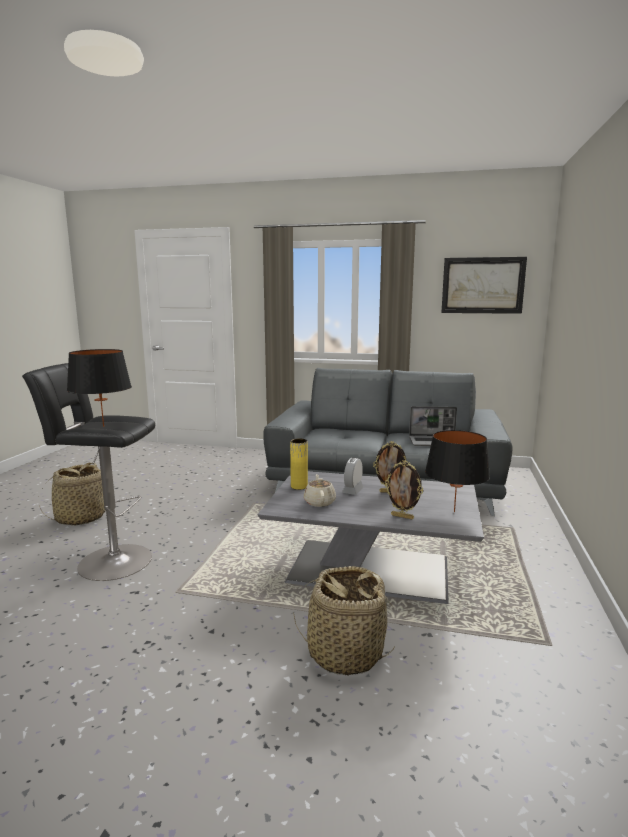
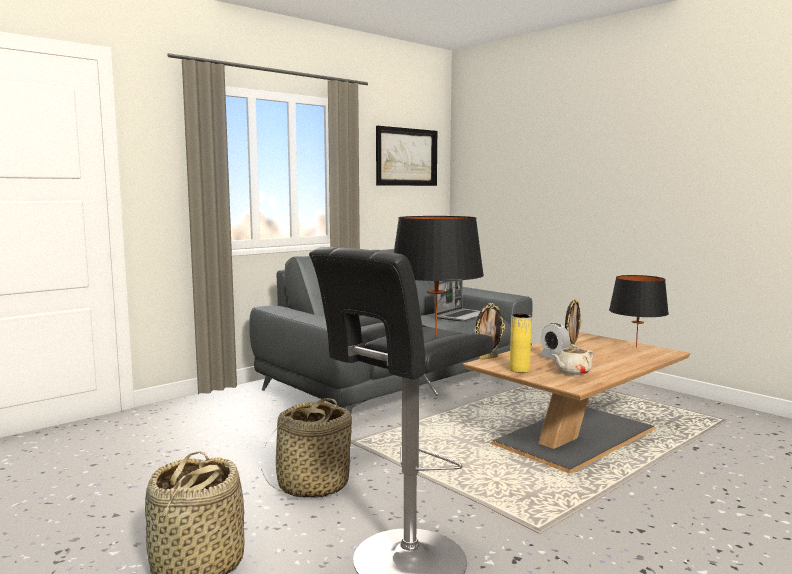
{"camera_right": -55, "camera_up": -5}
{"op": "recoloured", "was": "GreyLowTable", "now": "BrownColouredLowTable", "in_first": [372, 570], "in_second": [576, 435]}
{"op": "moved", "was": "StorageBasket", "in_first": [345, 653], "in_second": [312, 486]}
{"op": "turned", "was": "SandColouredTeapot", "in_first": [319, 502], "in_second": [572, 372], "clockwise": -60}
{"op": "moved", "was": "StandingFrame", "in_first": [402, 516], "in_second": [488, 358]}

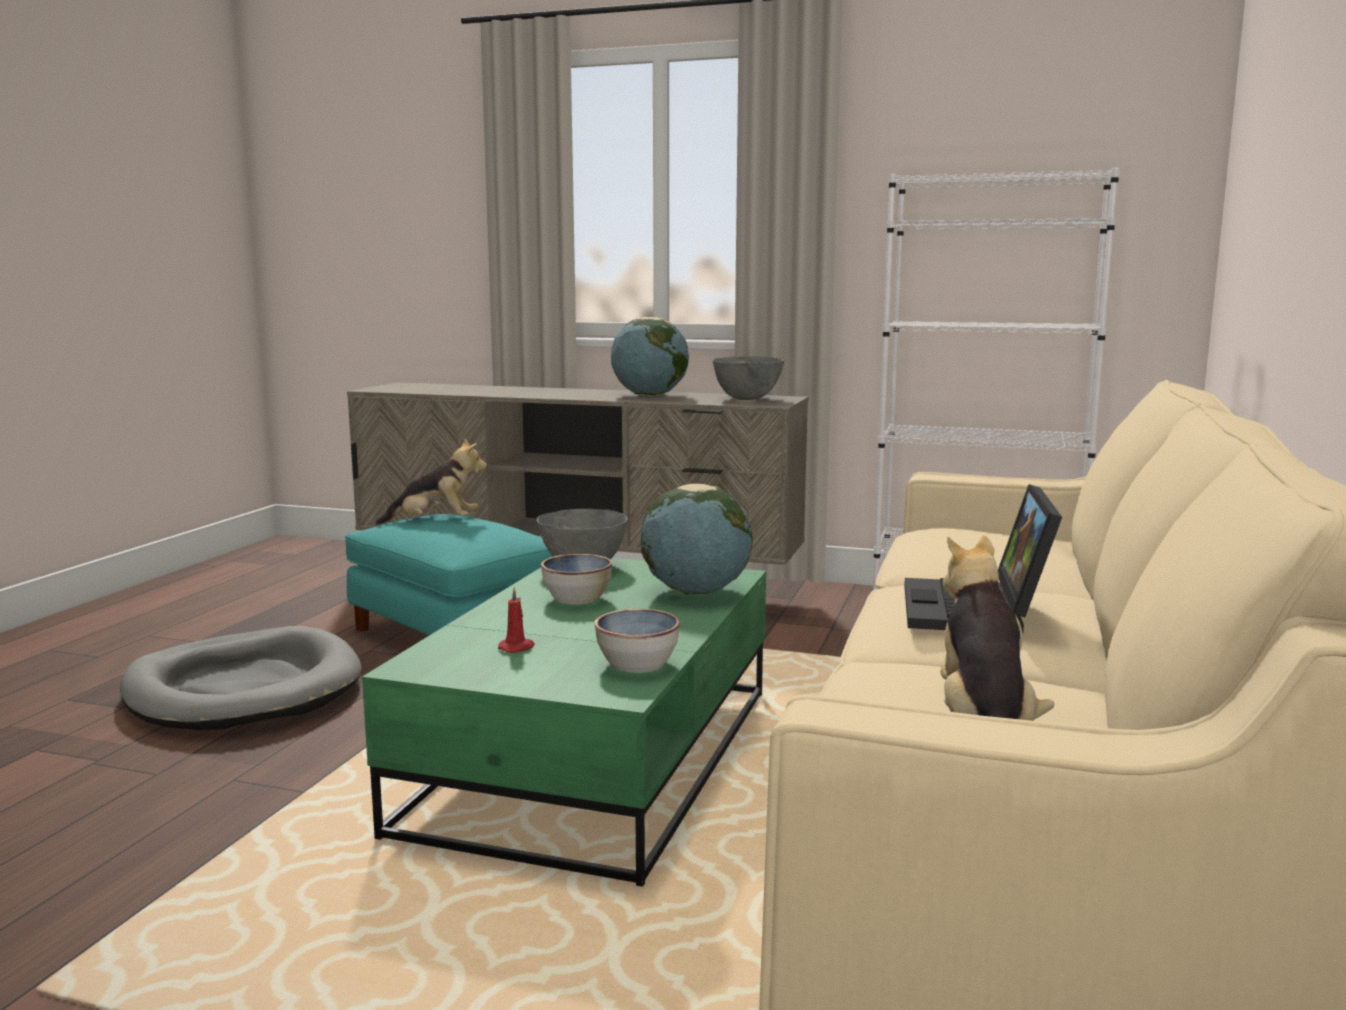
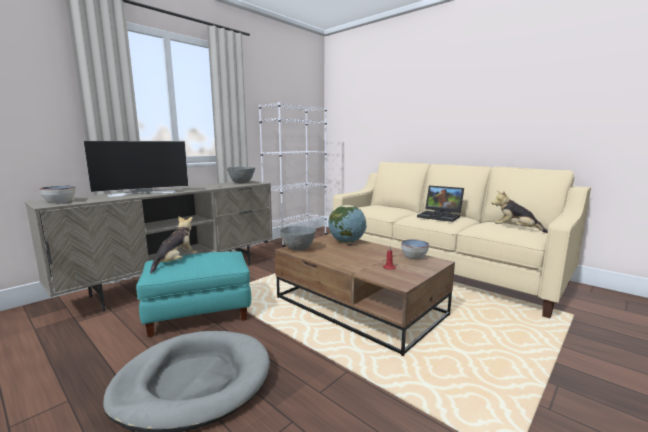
{"camera_right": -65, "camera_up": 0}
{"op": "recoloured", "was": "GreenLowTable", "now": "BrownColouredLowTable", "in_first": [596, 760], "in_second": [360, 306]}
{"op": "moved", "was": "Bowl", "in_first": [577, 598], "in_second": [59, 202]}
{"op": "removed", "was": "DeskGlobe", "in_first": [649, 395]}
{"op": "added", "now": "TvSet", "in_second": [143, 193]}

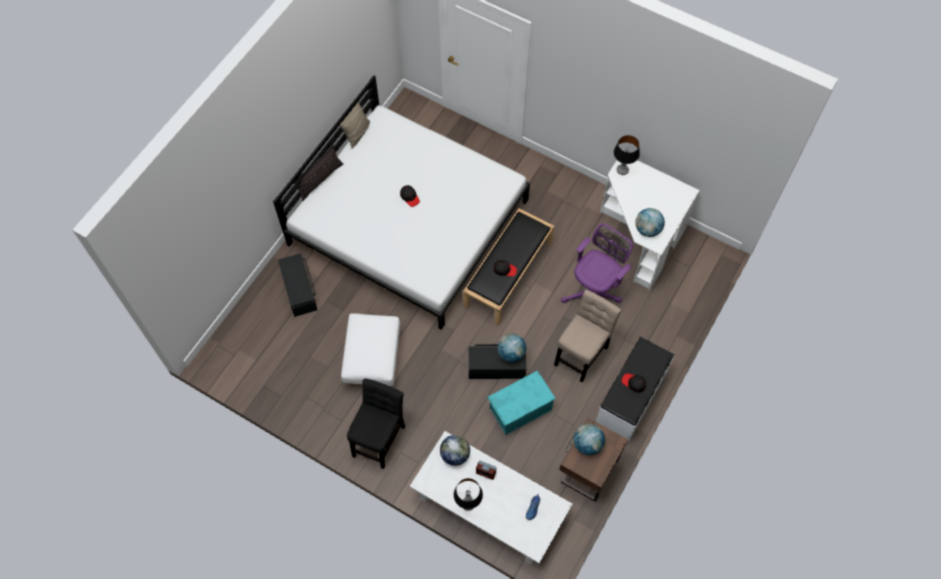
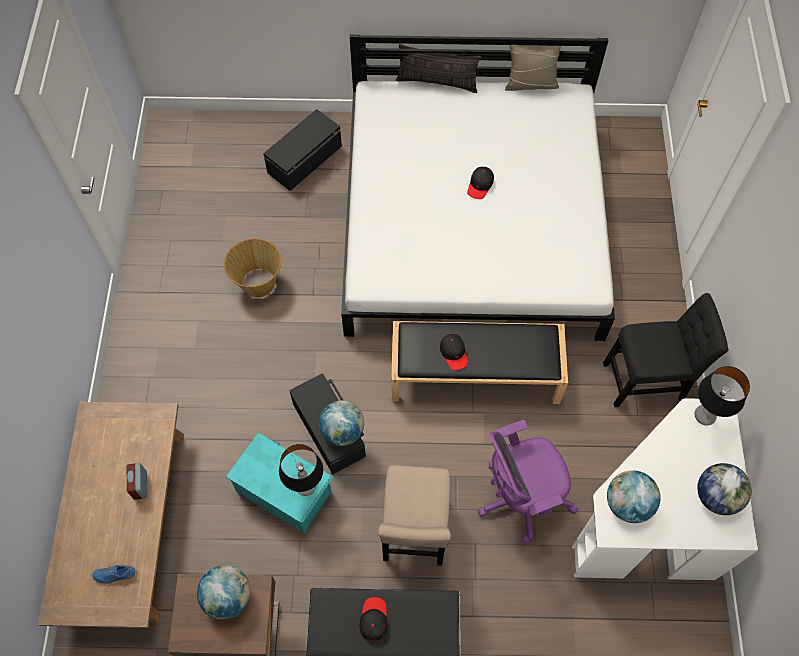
{"camera_right": 60, "camera_up": 0}
{"op": "replaced", "was": "WhiteColouredPouffe", "now": "StorageBasket", "in_first": [373, 359], "in_second": [258, 282]}
{"op": "moved", "was": "BlackColouredUprightChair", "in_first": [379, 438], "in_second": [647, 380]}
{"op": "recoloured", "was": "WhiteColouredLowTable", "now": "BrownColouredLowTable", "in_first": [491, 504], "in_second": [128, 524]}
{"op": "moved", "was": "DeskGlobe", "in_first": [455, 454], "in_second": [716, 496]}
{"op": "moved", "was": "TableLamp", "in_first": [468, 504], "in_second": [306, 486]}
{"op": "turned", "was": "SandColouredUprightChair", "in_first": [582, 353], "in_second": [414, 531], "clockwise": 90}
{"op": "turned", "was": "PurpleOfficeChair", "in_first": [594, 292], "in_second": [519, 499], "clockwise": 150}

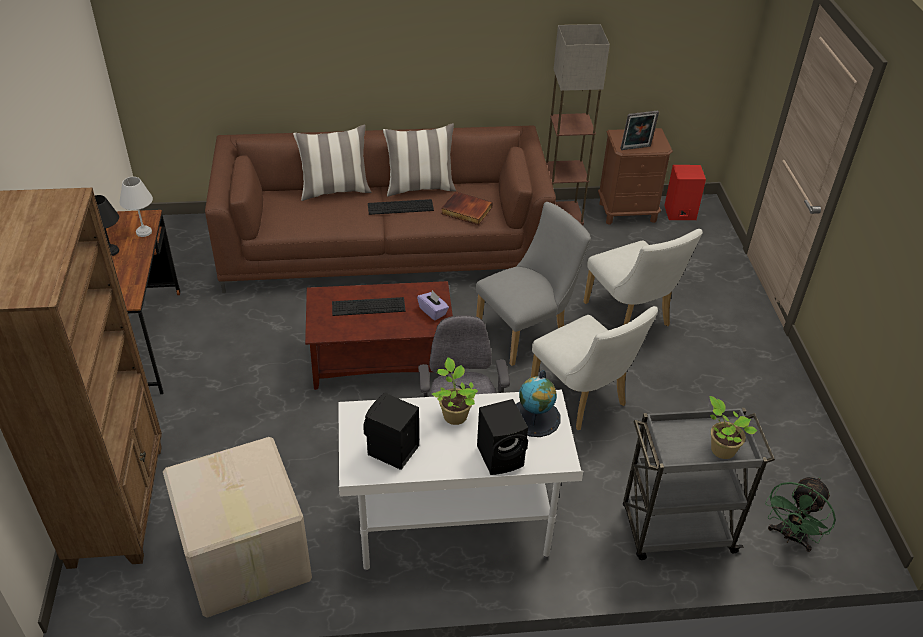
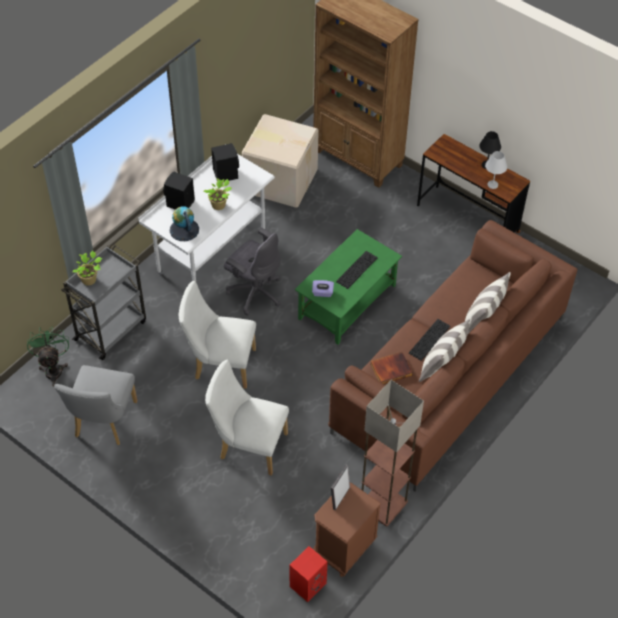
{"camera_right": 135, "camera_up": 10}
{"op": "recoloured", "was": "BrownColouredLowTable", "now": "GreenLowTable", "in_first": [382, 360], "in_second": [347, 303]}
{"op": "moved", "was": "GreyUprightChair", "in_first": [527, 332], "in_second": [103, 423]}

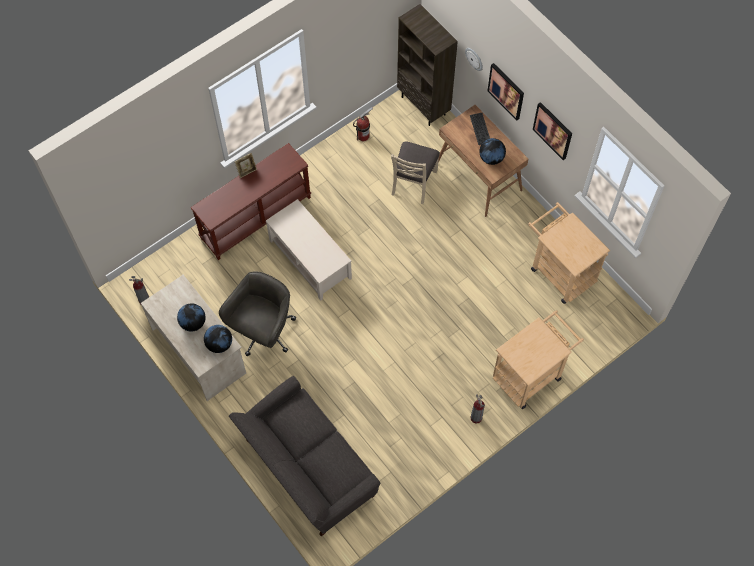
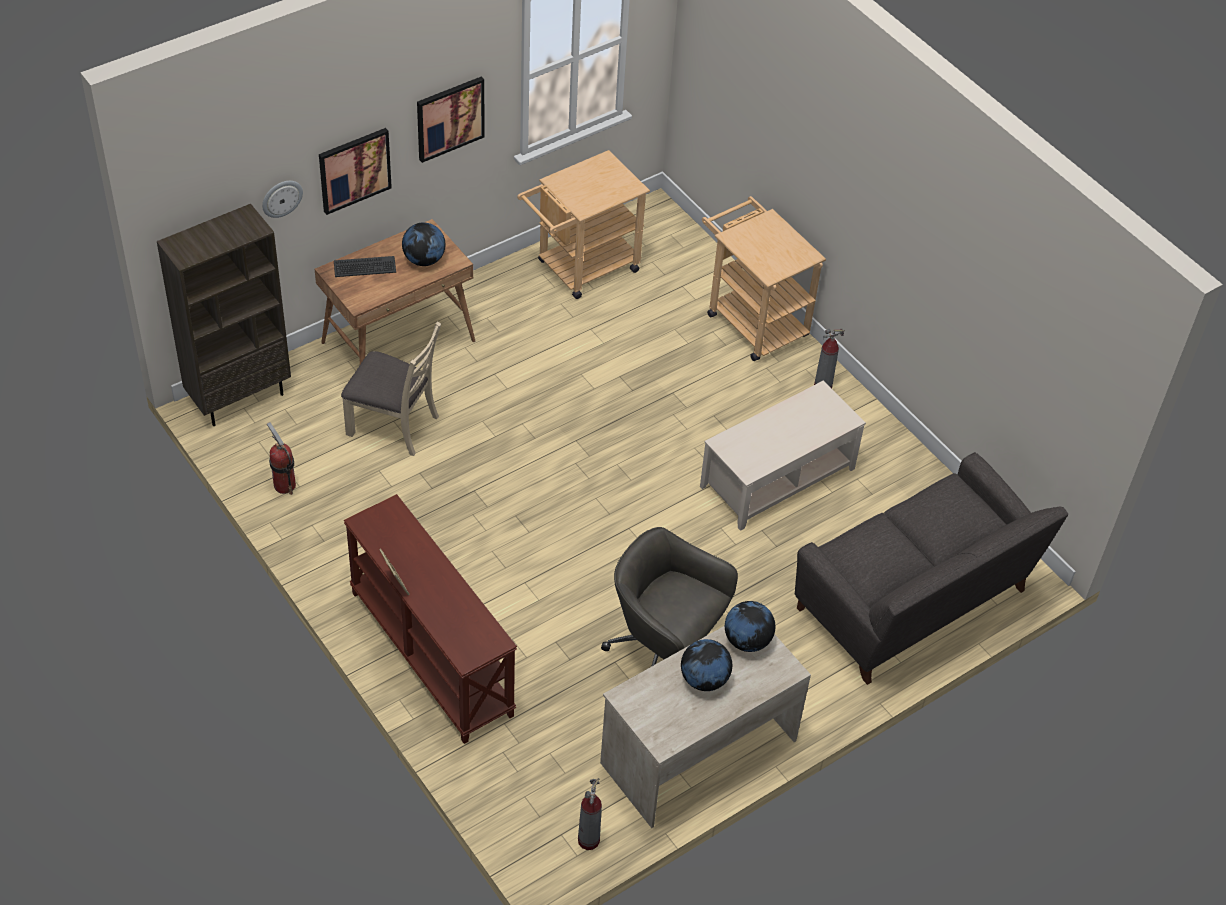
{"camera_right": -90, "camera_up": -15}
{"op": "moved", "was": "SandColouredLowTable", "in_first": [310, 259], "in_second": [777, 478]}

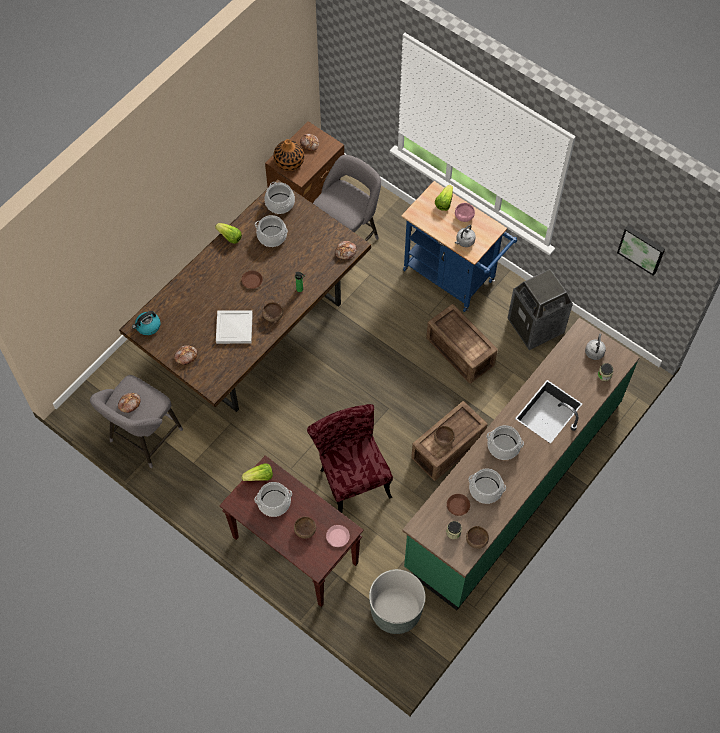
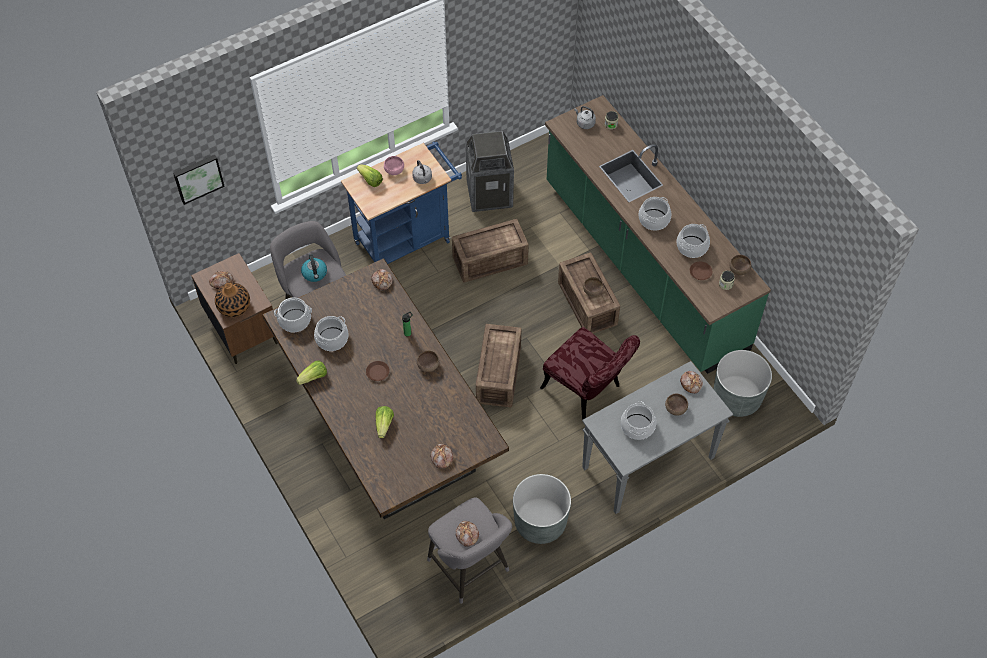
{"camera_right": -70, "camera_up": -5}
{"op": "moved", "was": "Kettle", "in_first": [148, 326], "in_second": [315, 273]}
{"op": "removed", "was": "WhiteColouredServingTray", "in_first": [233, 328]}
{"op": "recoloured", "was": "BrownColouredConsoleTable", "now": "GreyConsoleTable", "in_first": [294, 550], "in_second": [647, 464]}
{"op": "moved", "was": "LettuceHead", "in_first": [259, 477], "in_second": [384, 425]}
{"op": "turned", "was": "RedUprightChair", "in_first": [351, 476], "in_second": [587, 391], "clockwise": -135}
{"op": "replaced", "was": "PinkColouredFlatDish", "now": "Bread", "in_first": [338, 536], "in_second": [691, 383]}
{"op": "moved", "was": "WallPicture", "in_first": [642, 249], "in_second": [198, 177]}
{"op": "added", "now": "ShippingCrate", "in_second": [497, 375]}
{"op": "added", "now": "GreyPlantPot", "in_second": [540, 522]}

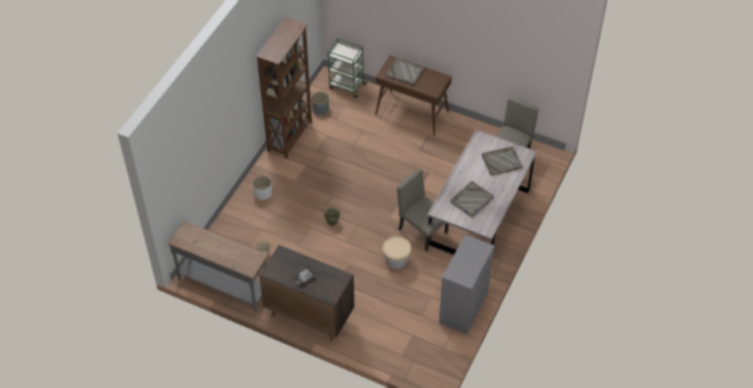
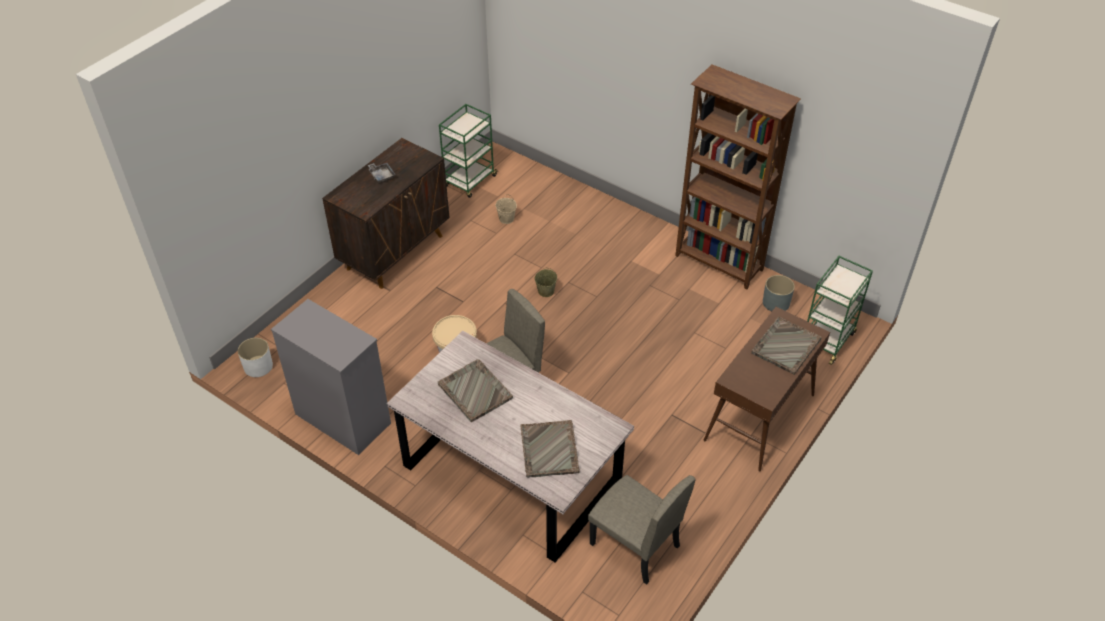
{"camera_right": 100, "camera_up": -5}
{"op": "replaced", "was": "GreyConsoleTable", "now": "GreenWheeledCart", "in_first": [224, 285], "in_second": [470, 181]}
{"op": "moved", "was": "WhiteColouredPlantPot", "in_first": [263, 193], "in_second": [258, 366]}

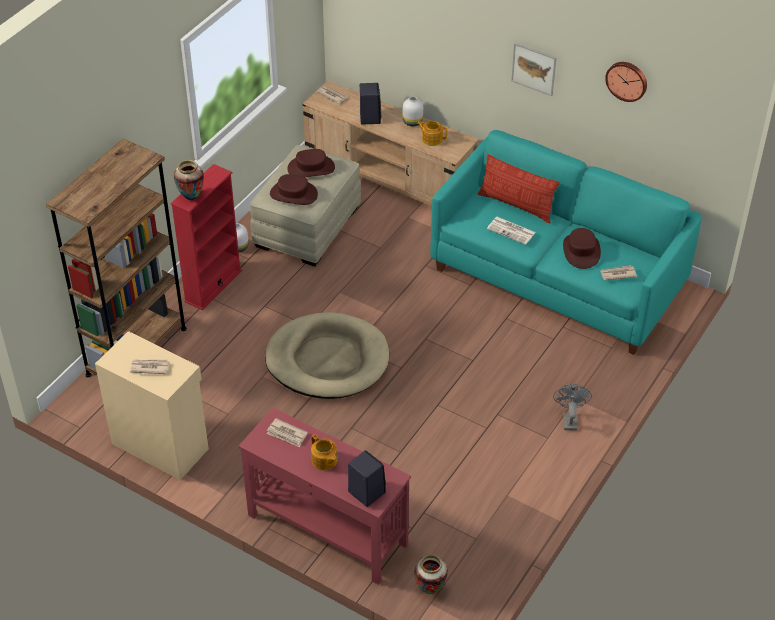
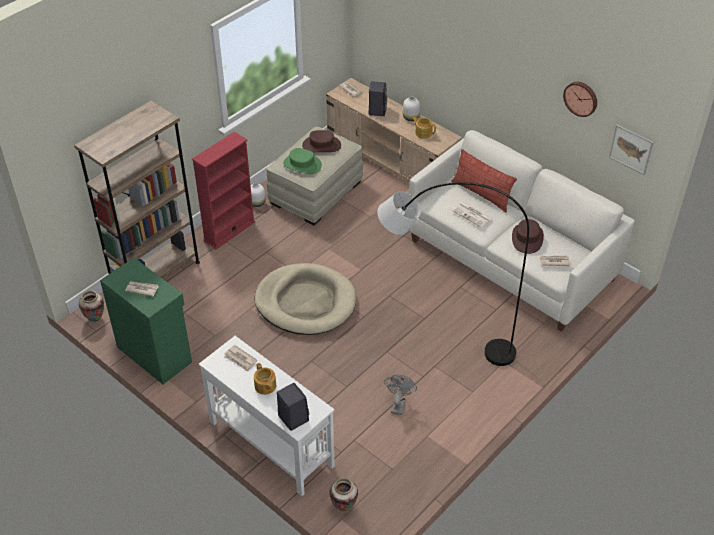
{"camera_right": 10, "camera_up": 0}
{"op": "recoloured", "was": "SandColouredCupboard", "now": "GreenCupboard", "in_first": [160, 445], "in_second": [155, 353]}
{"op": "moved", "was": "FlowerVase", "in_first": [191, 197], "in_second": [95, 318]}
{"op": "recoloured", "was": "RedConsoleTable", "now": "WhiteColouredConsoleTable", "in_first": [327, 529], "in_second": [270, 442]}
{"op": "recoloured", "was": "BrownColouredHat", "now": "GreenHat", "in_first": [293, 194], "in_second": [302, 165]}
{"op": "recoloured", "was": "TurquoiseColouredCouch", "now": "WhiteColouredCouch", "in_first": [558, 278], "in_second": [511, 259]}
{"op": "moved", "was": "WallPicture", "in_first": [534, 68], "in_second": [631, 149]}
{"op": "moved", "was": "GreyCoolingFan", "in_first": [569, 419], "in_second": [398, 404]}
{"op": "added", "now": "GreyStandardLamp", "in_second": [441, 345]}

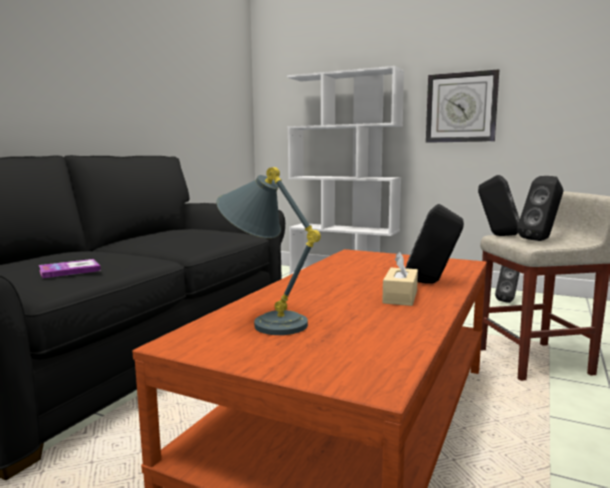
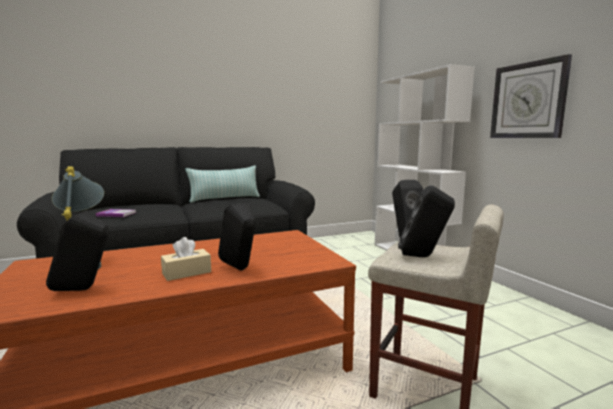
{"camera_right": 40, "camera_up": 0}
{"op": "moved", "was": "BlackColouredLoudspeaker", "in_first": [508, 301], "in_second": [84, 289]}
{"op": "added", "now": "Pillow", "in_second": [225, 199]}

